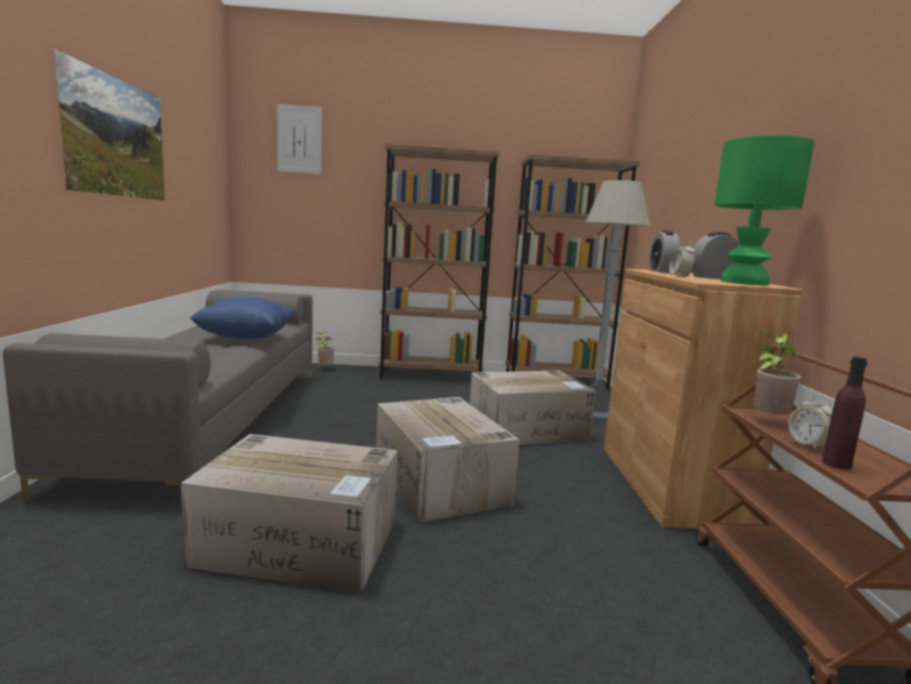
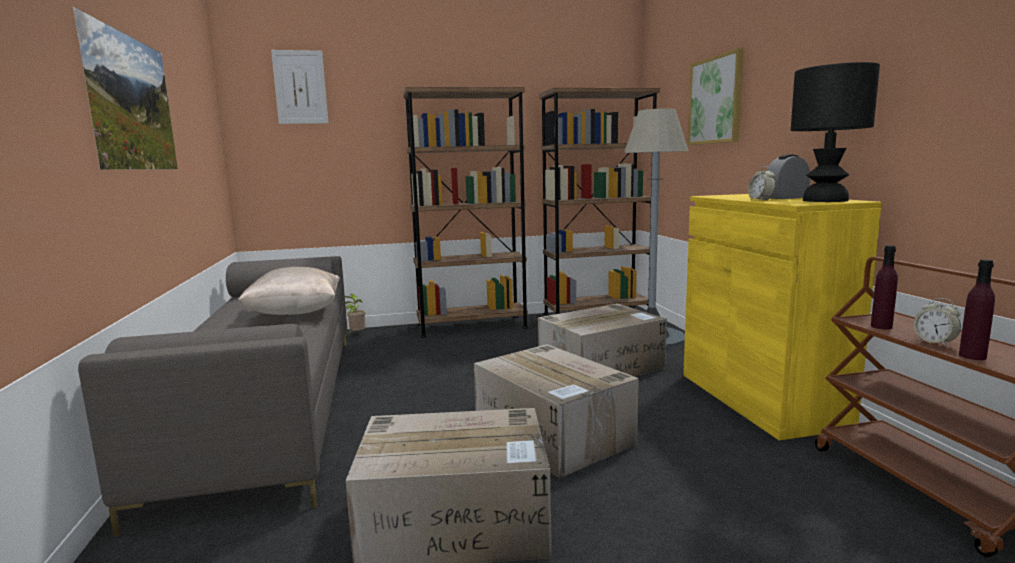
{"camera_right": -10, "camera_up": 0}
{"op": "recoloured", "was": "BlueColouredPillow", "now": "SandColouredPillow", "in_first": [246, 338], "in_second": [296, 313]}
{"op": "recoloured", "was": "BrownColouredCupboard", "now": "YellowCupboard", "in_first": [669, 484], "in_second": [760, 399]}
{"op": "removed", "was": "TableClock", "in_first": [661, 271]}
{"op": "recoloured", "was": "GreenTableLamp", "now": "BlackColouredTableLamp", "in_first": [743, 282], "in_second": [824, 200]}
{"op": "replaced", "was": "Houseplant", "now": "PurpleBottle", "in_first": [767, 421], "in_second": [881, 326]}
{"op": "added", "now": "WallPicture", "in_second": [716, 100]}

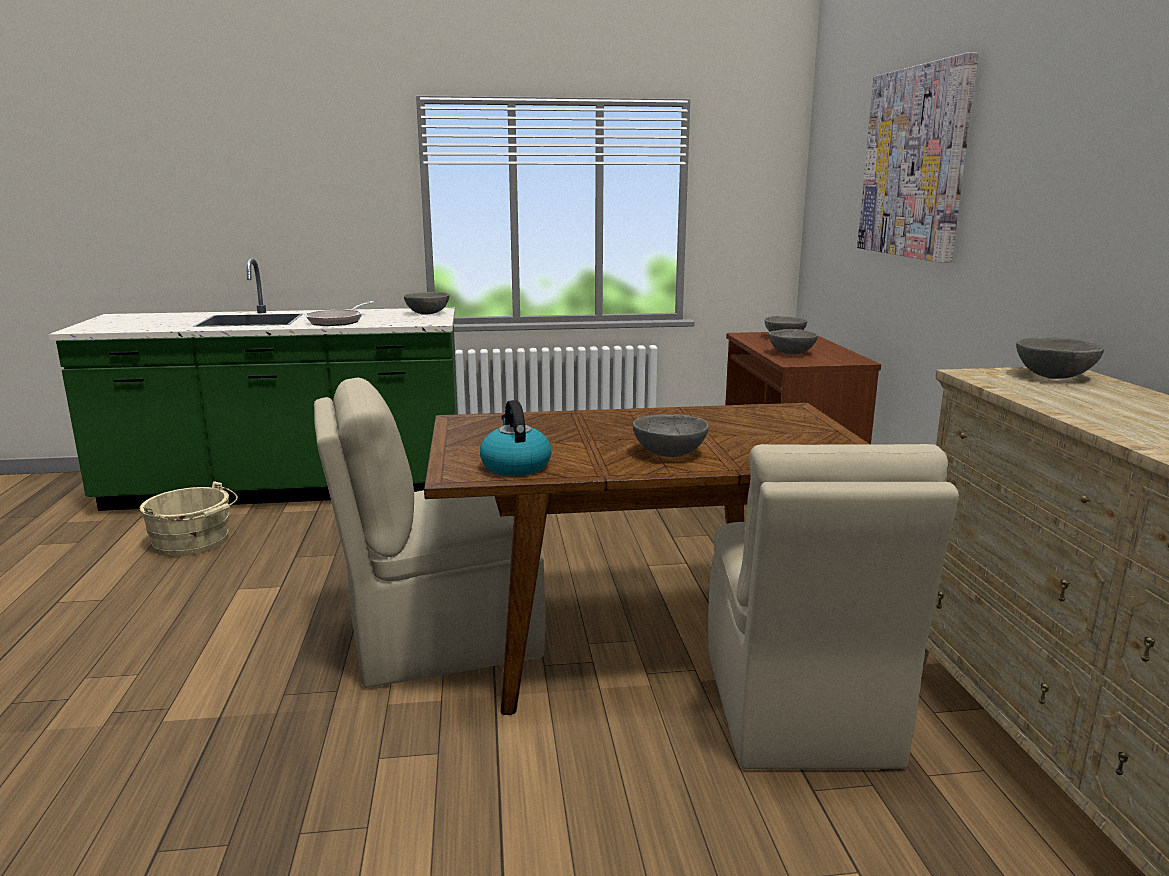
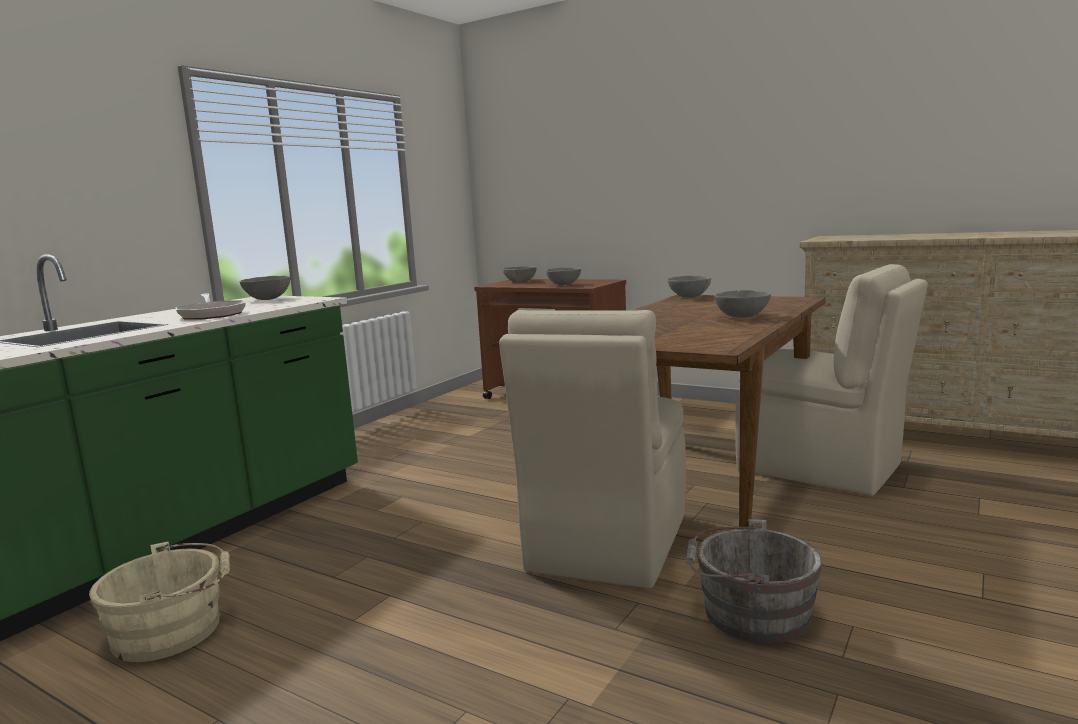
{"camera_right": -50, "camera_up": -5}
{"op": "removed", "was": "Kettle", "in_first": [515, 466]}
{"op": "removed", "was": "WallPicture", "in_first": [915, 163]}
{"op": "moved", "was": "GreyBowl", "in_first": [1055, 376], "in_second": [689, 296]}
{"op": "added", "now": "GreyPail", "in_second": [750, 612]}

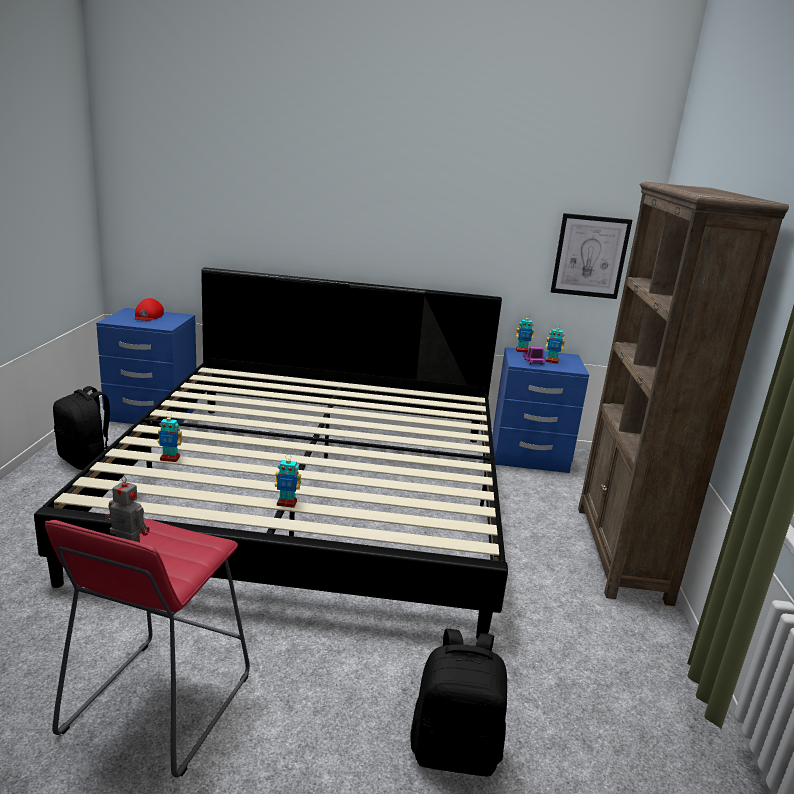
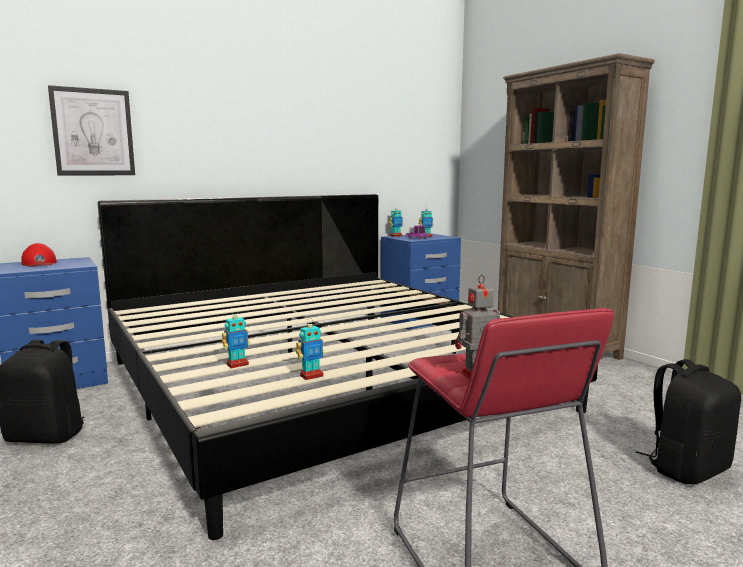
{"camera_right": -35, "camera_up": -10}
{"op": "moved", "was": "ModelRobot", "in_first": [287, 503], "in_second": [311, 376]}
{"op": "moved", "was": "WallPicture", "in_first": [590, 256], "in_second": [93, 132]}

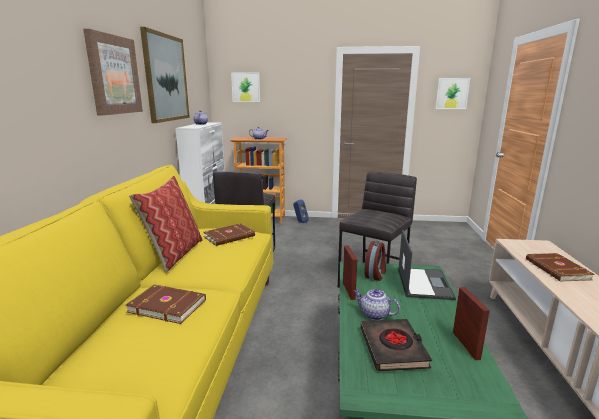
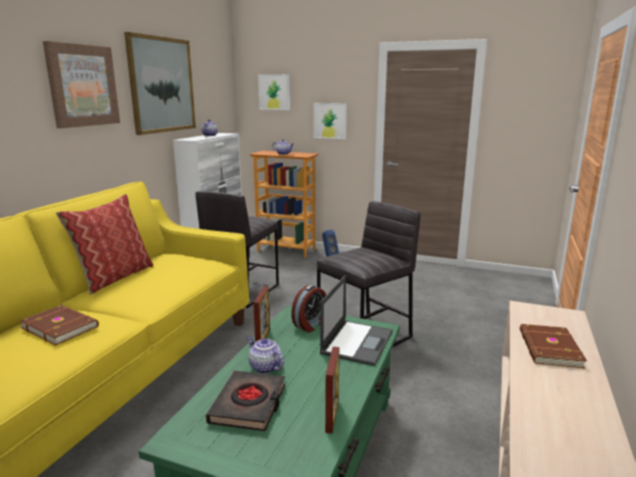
{"camera_right": 15, "camera_up": 0}
{"op": "removed", "was": "BrownColouredBoundBook", "in_first": [230, 237]}
{"op": "moved", "was": "WallPicture", "in_first": [452, 93], "in_second": [330, 120]}

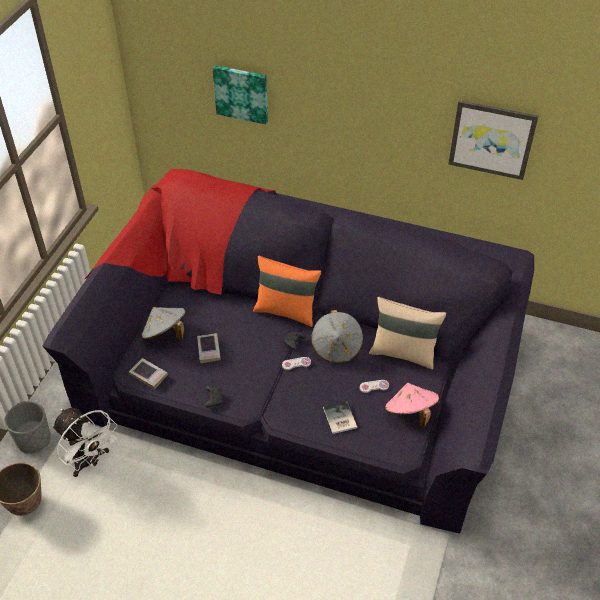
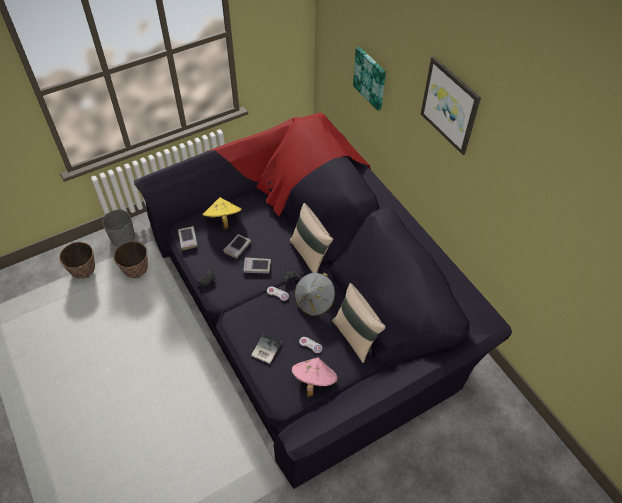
{"camera_right": 40, "camera_up": 5}
{"op": "replaced", "was": "WhiteColouredCoolingFan", "now": "PlantPot", "in_first": [89, 461], "in_second": [136, 271]}
{"op": "recoloured", "was": "GreyHat", "now": "YellowHat", "in_first": [165, 334], "in_second": [223, 220]}
{"op": "recoloured", "was": "OrangeyPillow", "now": "SandColouredPillow", "in_first": [286, 311], "in_second": [310, 254]}
{"op": "moved", "was": "WallPicture", "in_first": [492, 139], "in_second": [450, 105]}
{"op": "added", "now": "BoundBook", "in_second": [257, 267]}

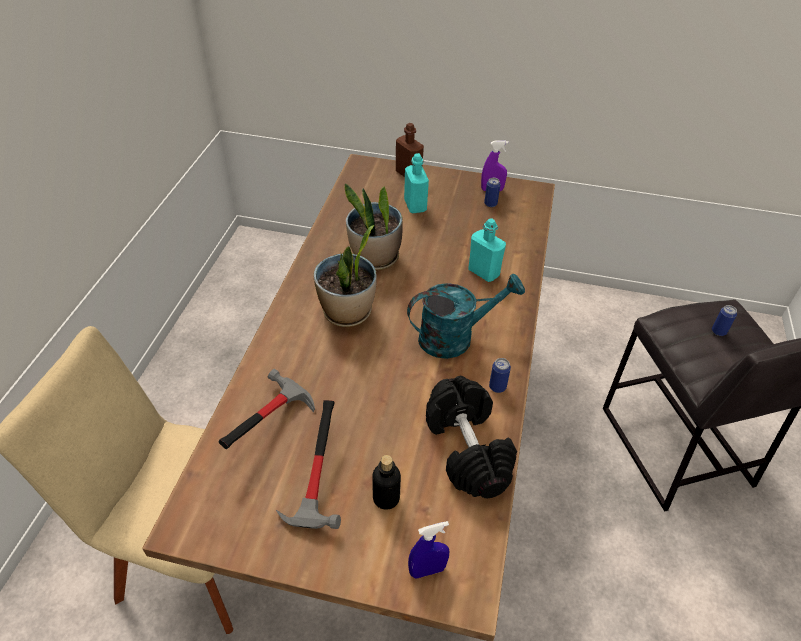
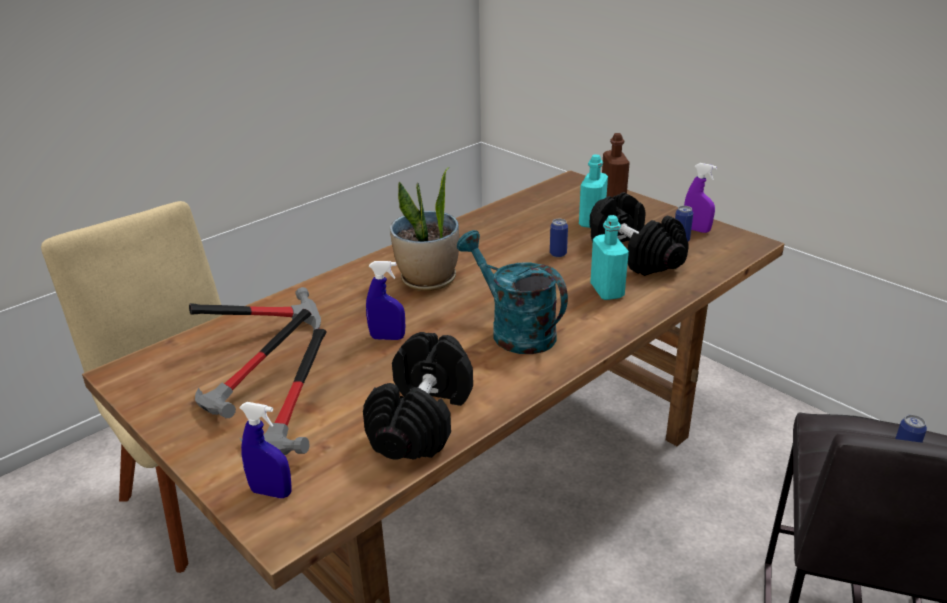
{"camera_right": 35, "camera_up": -15}
{"op": "removed", "was": "Houseplant", "in_first": [375, 258]}
{"op": "replaced", "was": "Bottle", "now": "HandHammer", "in_first": [386, 498], "in_second": [300, 423]}
{"op": "turned", "was": "TurquoiseColouredSprinklingCan", "in_first": [455, 337], "in_second": [514, 330], "clockwise": -150}
{"op": "moved", "was": "MetalCan", "in_first": [497, 387], "in_second": [558, 254]}
{"op": "added", "now": "BlueColouredSprayBottle", "in_second": [387, 338]}
{"op": "added", "now": "BlackColouredHandWeight", "in_second": [634, 255]}

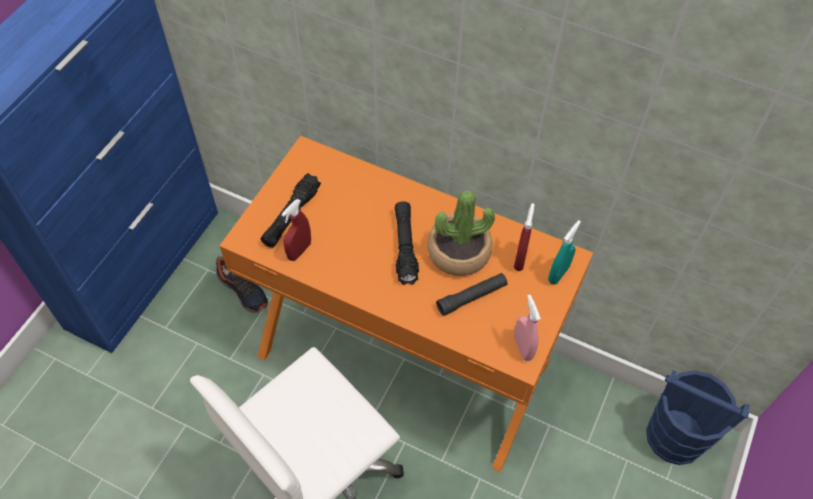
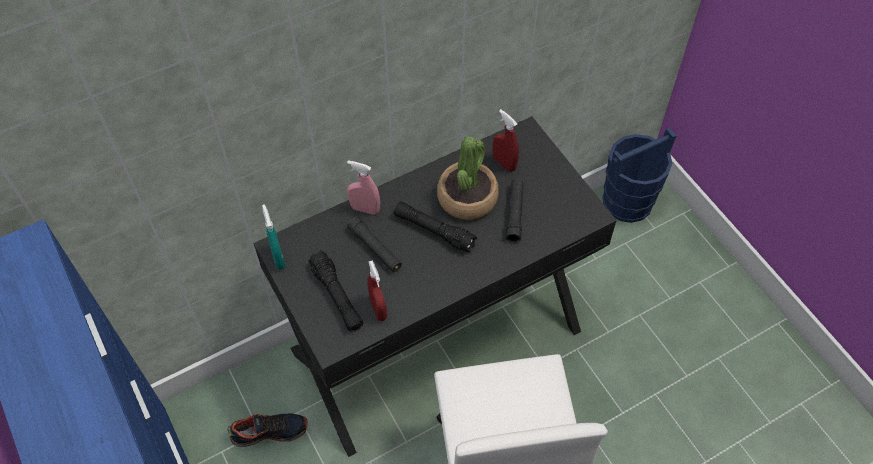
{"camera_right": -55, "camera_up": 0}
{"op": "recoloured", "was": "OrangeyDeskUnit", "now": "BlackColouredDeskUnit", "in_first": [405, 356], "in_second": [435, 338]}
{"op": "moved", "was": "PinkColouredSprayBottle", "in_first": [523, 347], "in_second": [365, 209]}
{"op": "moved", "was": "TurquoiseColouredSprayBottle", "in_first": [558, 274], "in_second": [278, 258]}
{"op": "added", "now": "BlackColouredHandTorch", "in_second": [375, 249]}

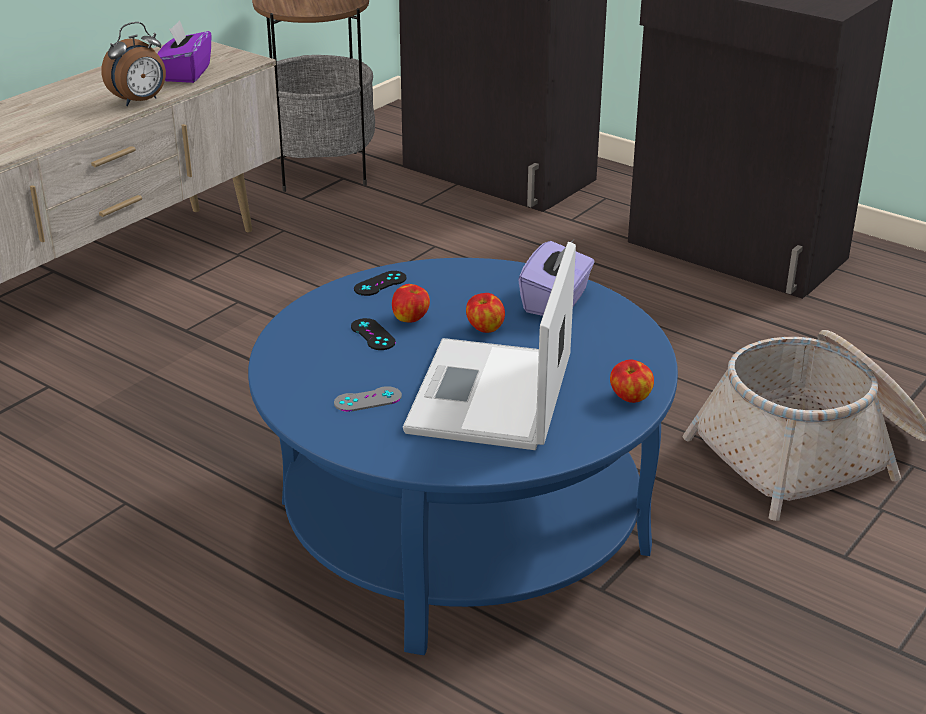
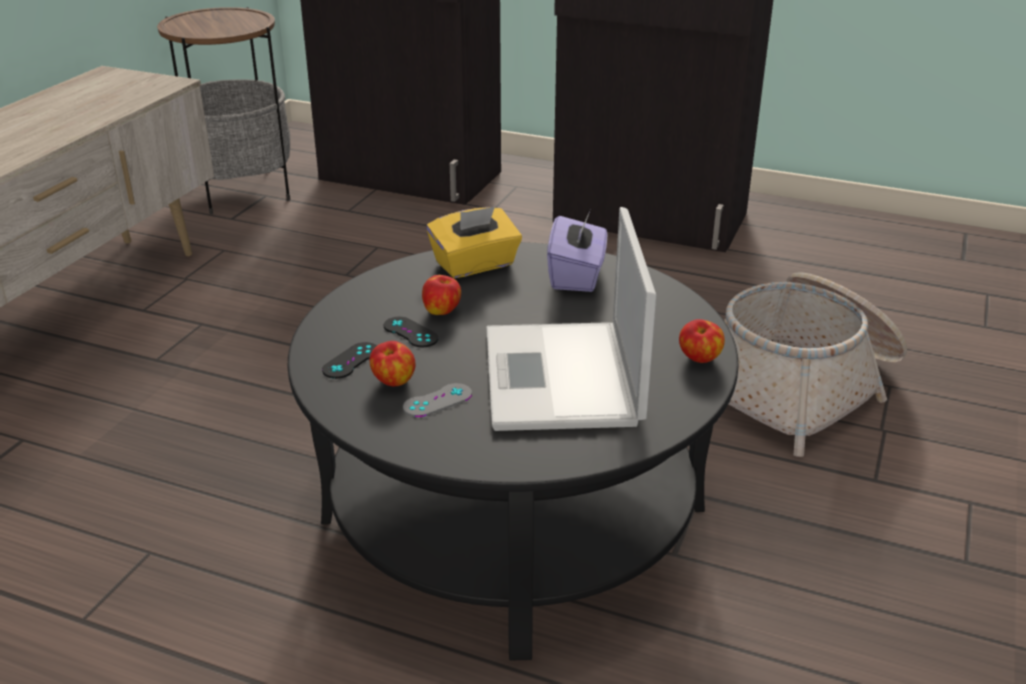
{"camera_right": -15, "camera_up": 0}
{"op": "removed", "was": "TableClock", "in_first": [140, 101]}
{"op": "removed", "was": "PurpleTissueHolder", "in_first": [186, 74]}
{"op": "recoloured", "was": "BlueColouredLowTable", "now": "BlackColouredLowTable", "in_first": [462, 524], "in_second": [512, 512]}
{"op": "moved", "was": "BlackColouredJoypad", "in_first": [380, 284], "in_second": [351, 361]}
{"op": "moved", "was": "WholeApple", "in_first": [485, 329], "in_second": [393, 382]}
{"op": "added", "now": "YellowTissueHolder", "in_second": [475, 265]}

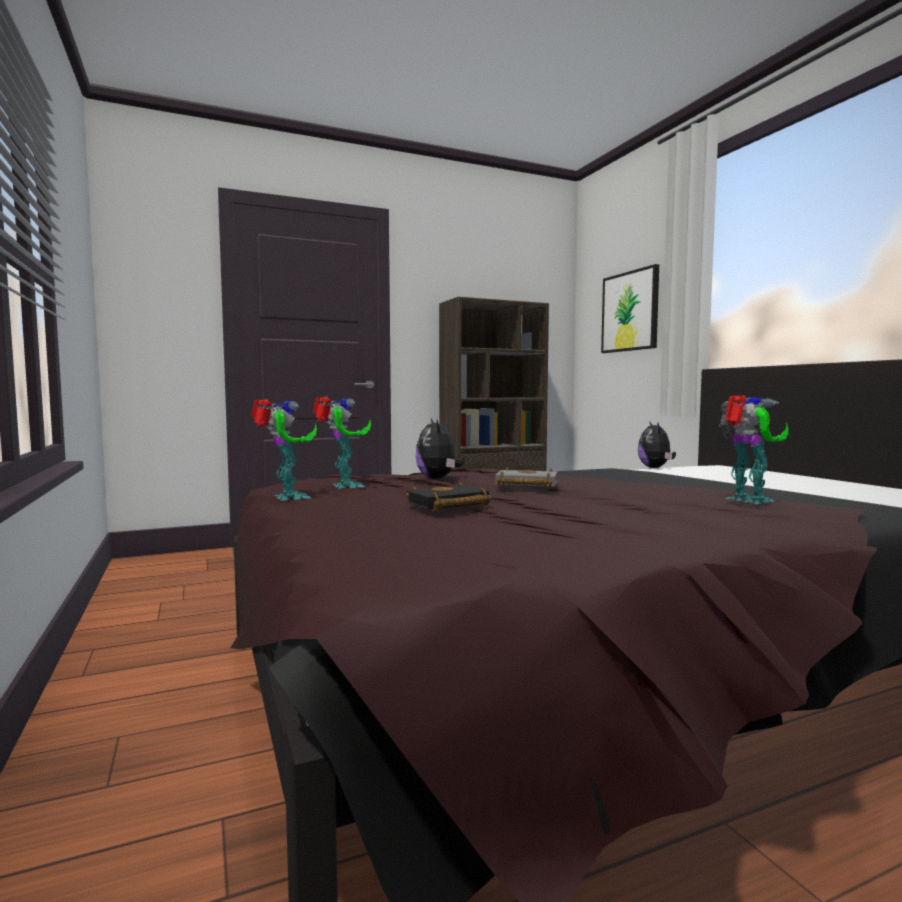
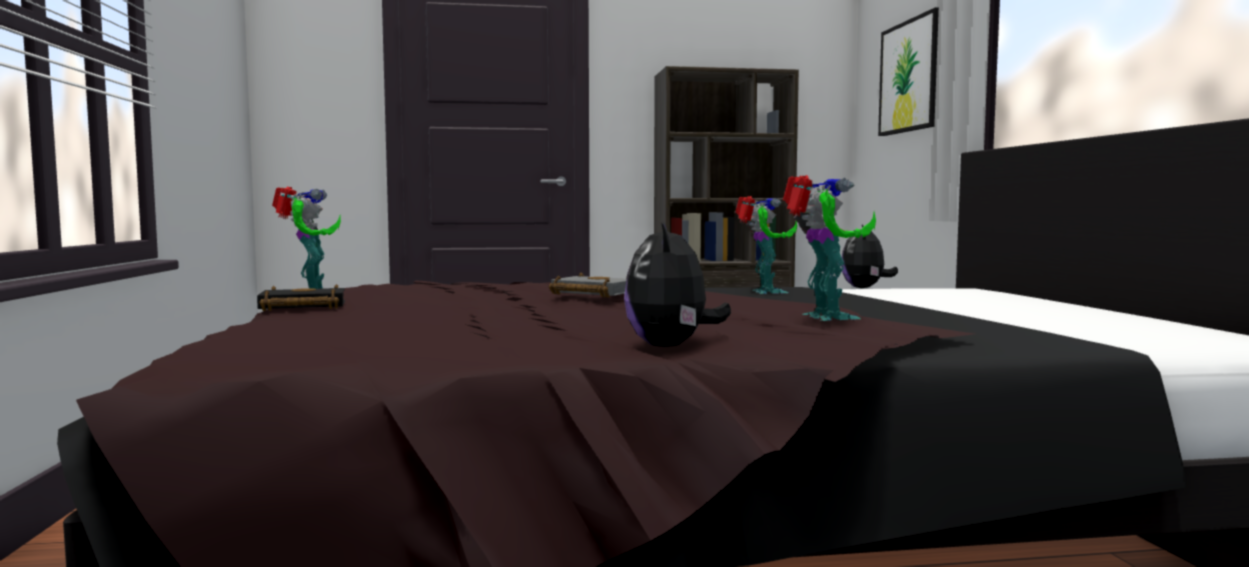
{"camera_right": 15, "camera_up": 0}
{"op": "moved", "was": "ModelRobot", "in_first": [344, 486], "in_second": [765, 292]}
{"op": "moved", "was": "BlackColouredBoundBook", "in_first": [447, 505], "in_second": [300, 307]}
{"op": "moved", "was": "CuddlyToy", "in_first": [438, 479], "in_second": [671, 347]}

